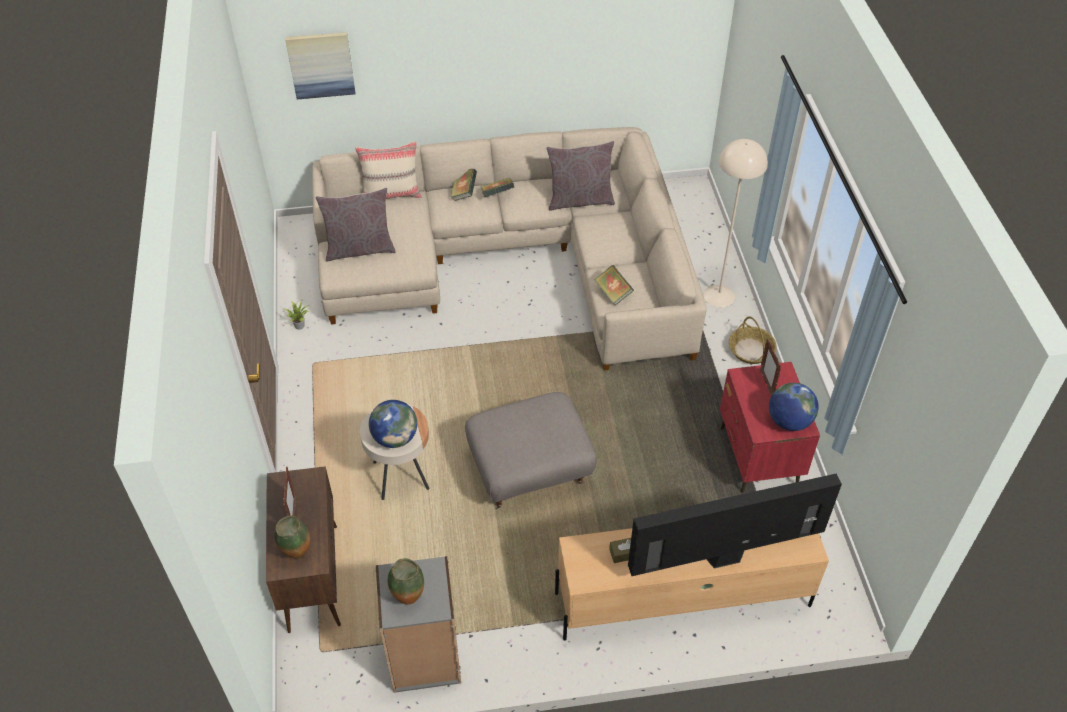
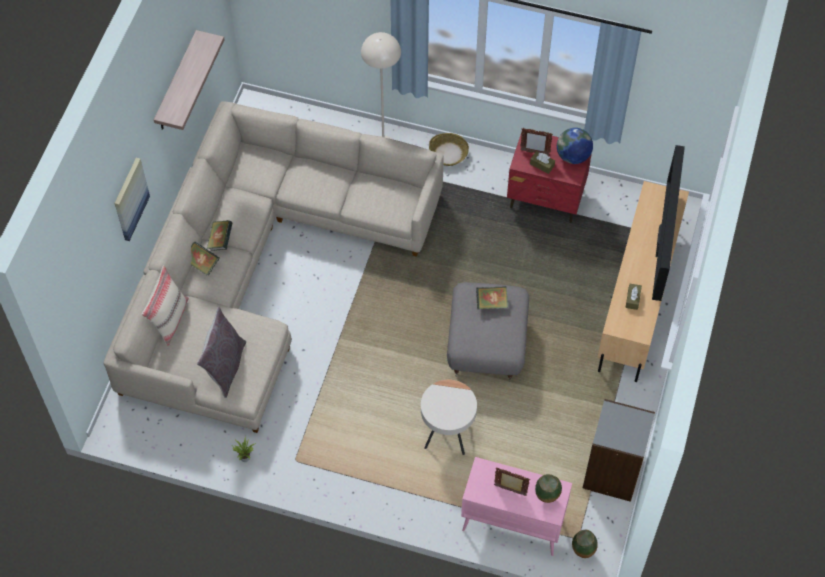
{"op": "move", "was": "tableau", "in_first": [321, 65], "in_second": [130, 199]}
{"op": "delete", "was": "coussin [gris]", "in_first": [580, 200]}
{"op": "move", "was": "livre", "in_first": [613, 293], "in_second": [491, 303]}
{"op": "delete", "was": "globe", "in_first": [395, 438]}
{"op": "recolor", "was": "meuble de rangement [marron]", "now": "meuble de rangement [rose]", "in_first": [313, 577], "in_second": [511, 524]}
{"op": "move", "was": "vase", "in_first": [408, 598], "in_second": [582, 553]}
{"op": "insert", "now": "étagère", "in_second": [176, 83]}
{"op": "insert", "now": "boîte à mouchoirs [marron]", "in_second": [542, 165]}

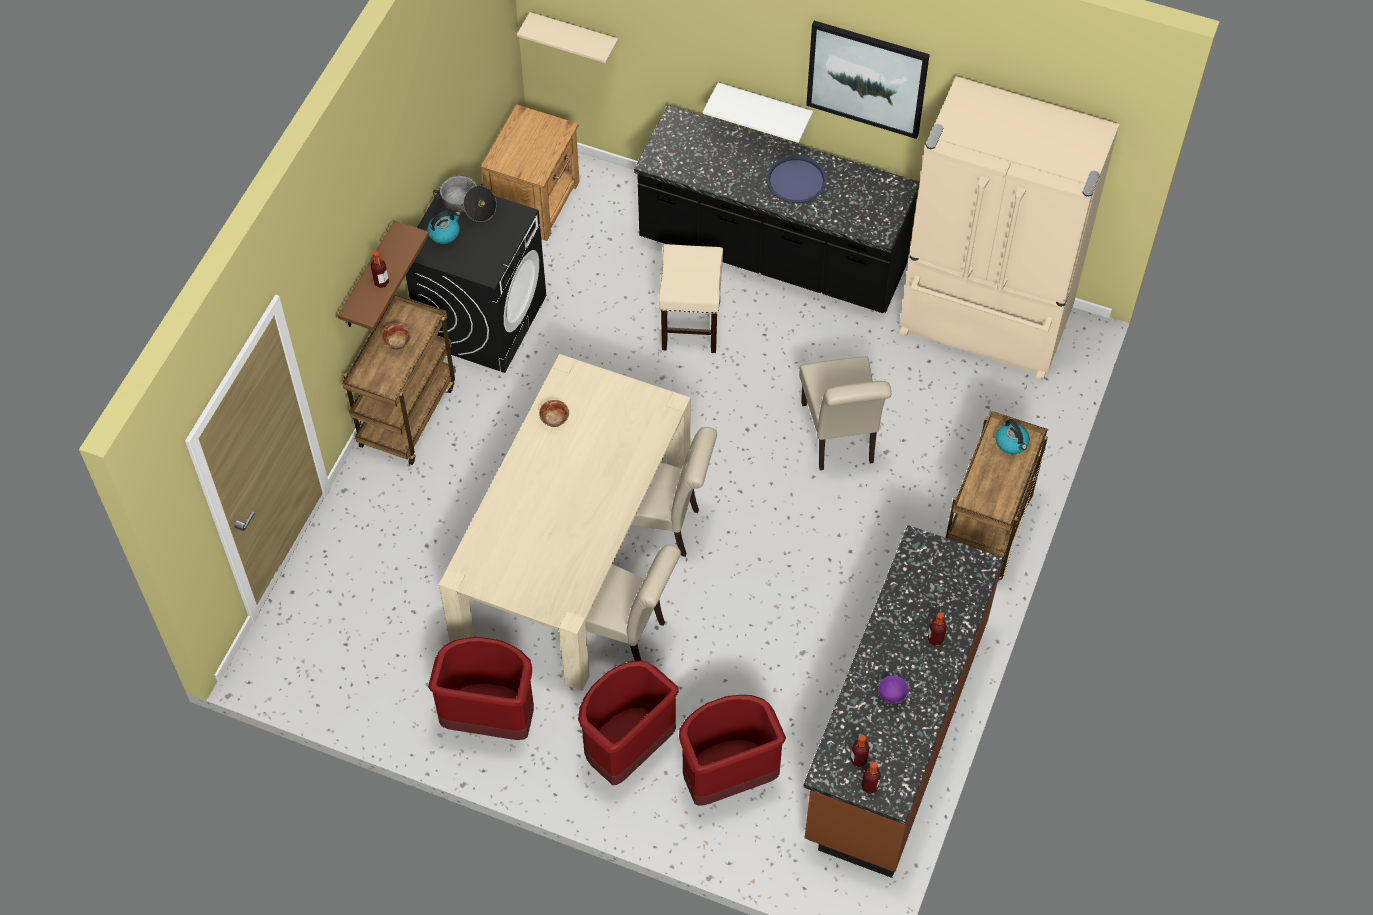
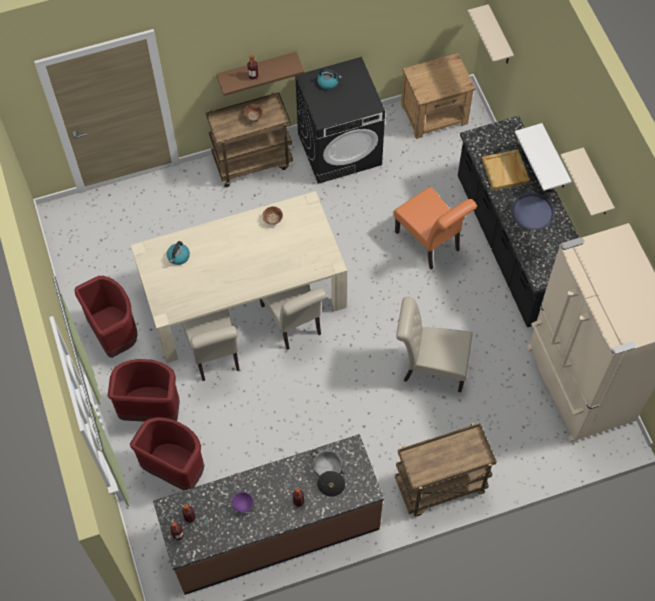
{"op": "replace", "was": "tableau", "now": "étagère [beige]", "in_first": [867, 78], "in_second": [596, 184]}
{"op": "move", "was": "marmite", "in_first": [467, 205], "in_second": [328, 475]}
{"op": "replace", "was": "tabouret [beige]", "now": "chaise [orange]", "in_first": [691, 326], "in_second": [430, 243]}
{"op": "rotate", "was": "chaise [beige]", "in_first": [839, 437], "in_second": [430, 367], "clockwise": 60}
{"op": "move", "was": "bouilloire", "in_first": [1012, 443], "in_second": [178, 257]}
{"op": "insert", "now": "plateau [beige]", "in_second": [505, 171]}

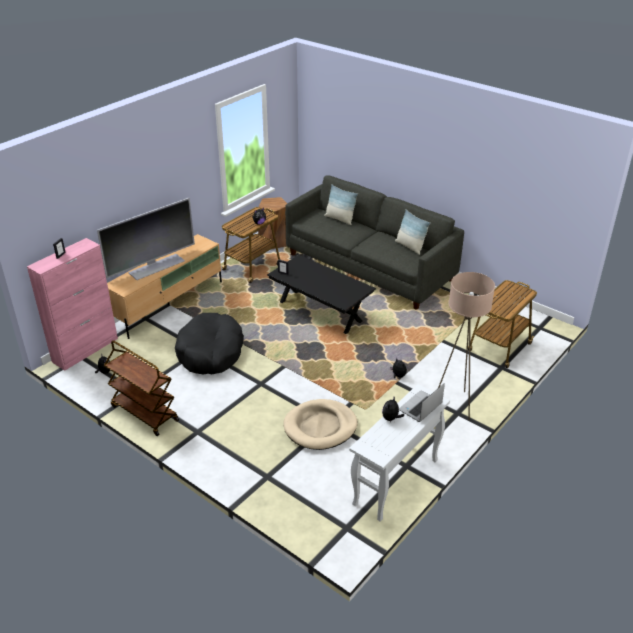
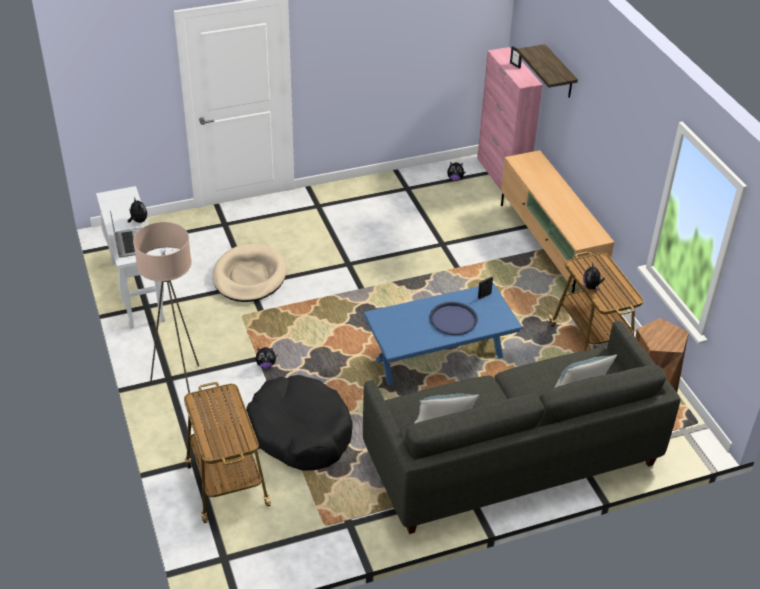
{"op": "delete", "was": "téléviseur", "in_first": [156, 266]}
{"op": "recolor", "was": "table basse [noir]", "now": "table basse [bleu]", "in_first": [320, 312], "in_second": [439, 359]}
{"op": "move", "was": "panier pour chien [noir]", "in_first": [210, 352], "in_second": [300, 432]}
{"op": "delete", "was": "chariot [marron]", "in_first": [144, 413]}
{"op": "insert", "now": "étagère", "in_second": [559, 72]}
{"op": "insert", "now": "plateau [bleu]", "in_second": [453, 319]}

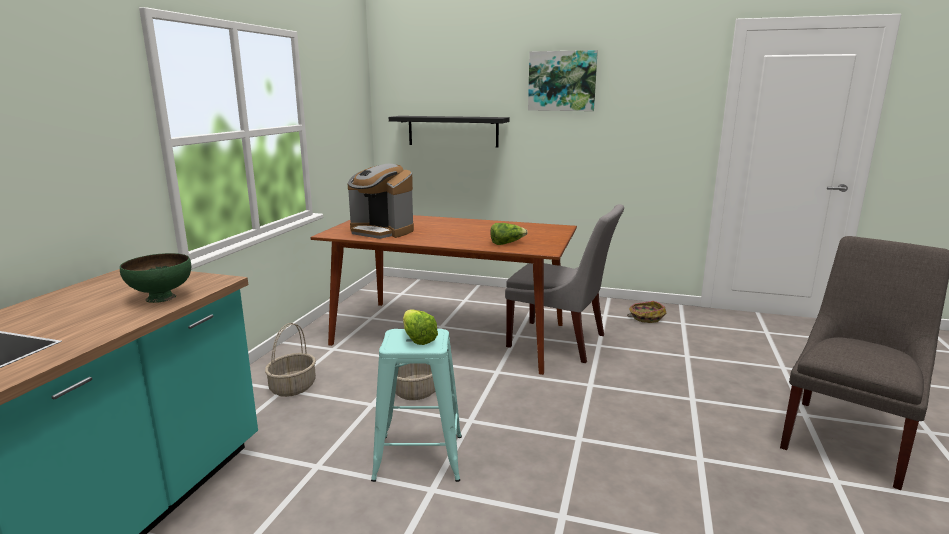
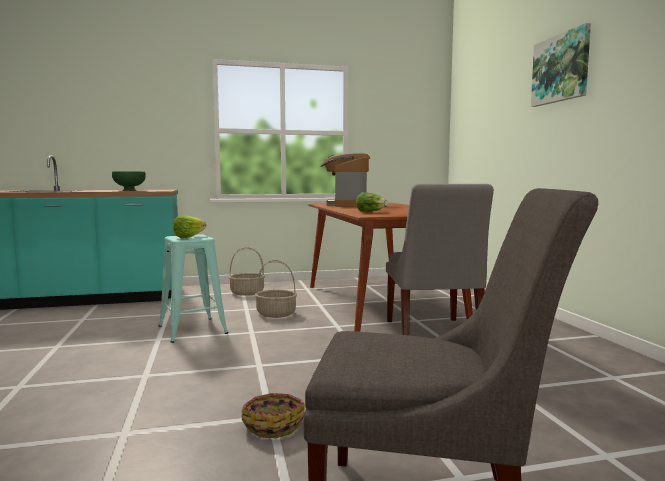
{"op": "delete", "was": "étagère [noir]", "in_first": [453, 131]}
{"op": "move", "was": "panier", "in_first": [645, 317], "in_second": [273, 424]}

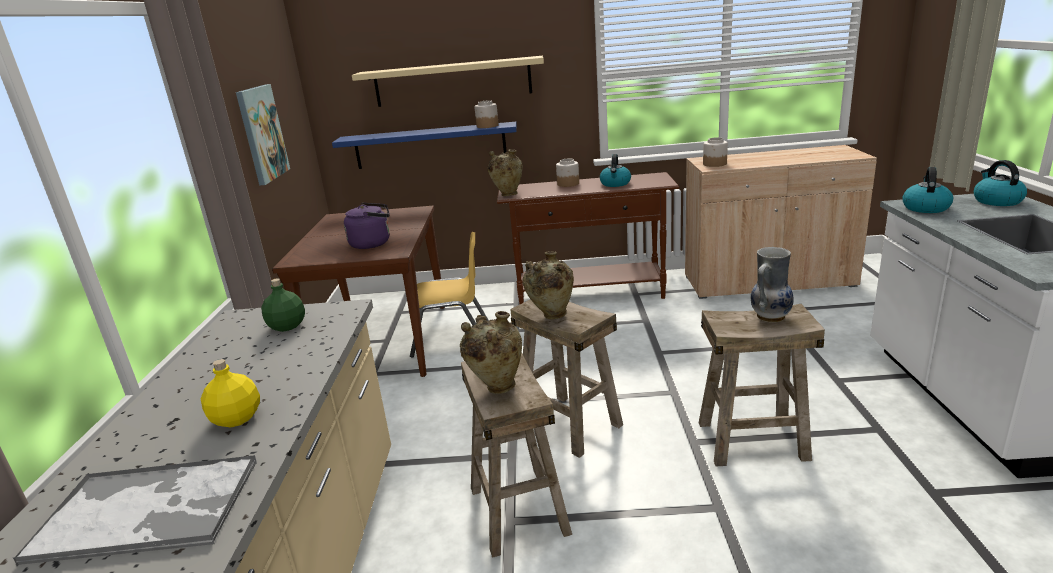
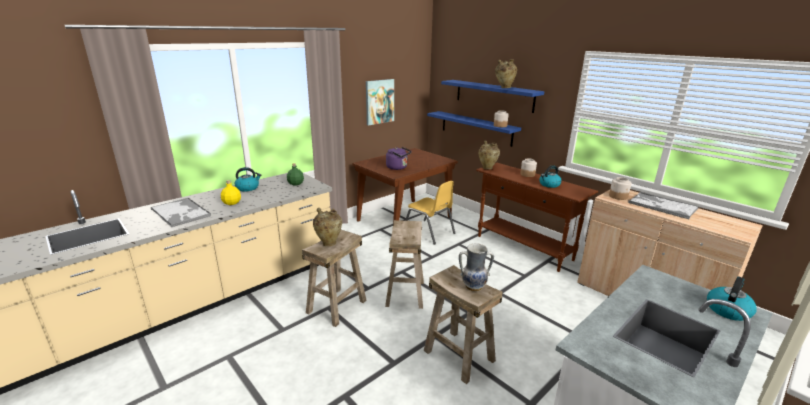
{"op": "recolor", "was": "étagère [beige]", "now": "étagère [bleu]", "in_first": [452, 82], "in_second": [493, 95]}
{"op": "move", "was": "bouilloire", "in_first": [925, 207], "in_second": [248, 188]}
{"op": "move", "was": "vase [beige]", "in_first": [551, 316], "in_second": [504, 88]}
{"op": "insert", "now": "plateau", "in_second": [661, 206]}

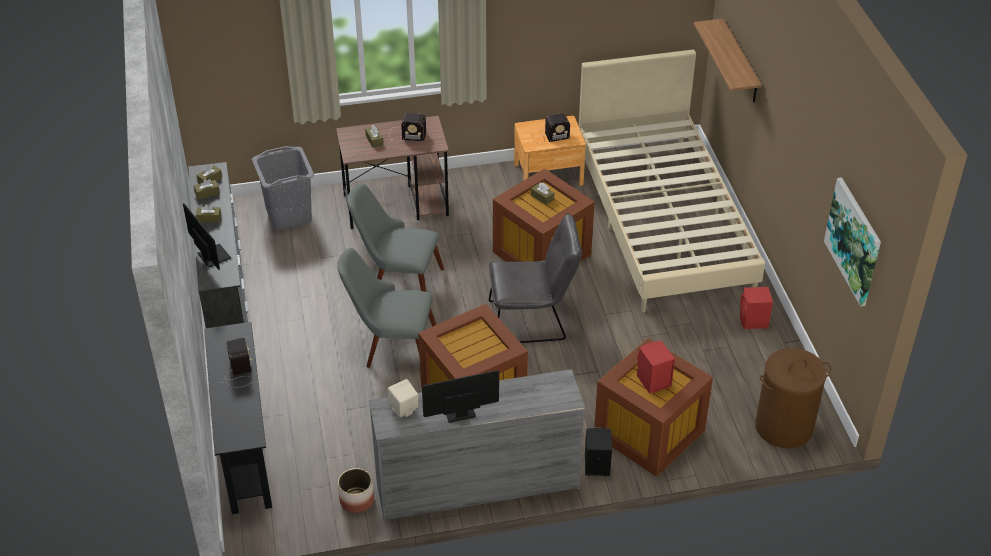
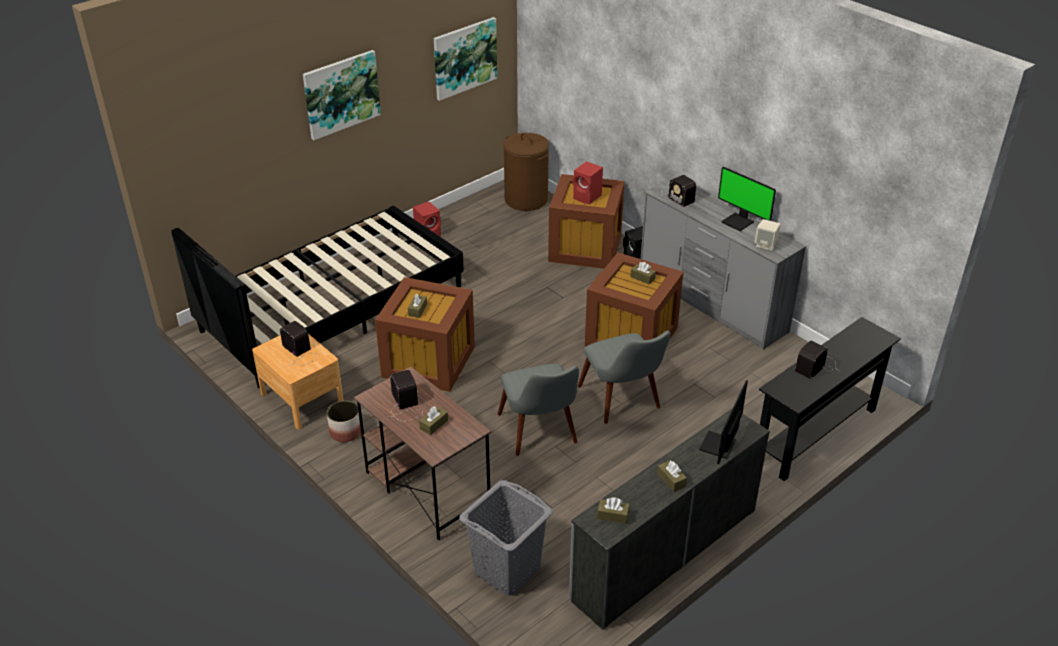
{"op": "delete", "was": "étagère", "in_first": [740, 62]}
{"op": "recolor", "was": "lit [beige]", "now": "lit [noir]", "in_first": [663, 222], "in_second": [333, 308]}
{"op": "move", "was": "boîte à mouchoirs [marron]", "in_first": [207, 193], "in_second": [642, 278]}
{"op": "delete", "was": "chaise [gris]", "in_first": [533, 320]}
{"op": "move", "was": "cache-pot", "in_first": [357, 500], "in_second": [345, 432]}
{"op": "insert", "now": "tableau", "in_second": [341, 94]}
{"op": "insert", "now": "radio", "in_second": [677, 196]}

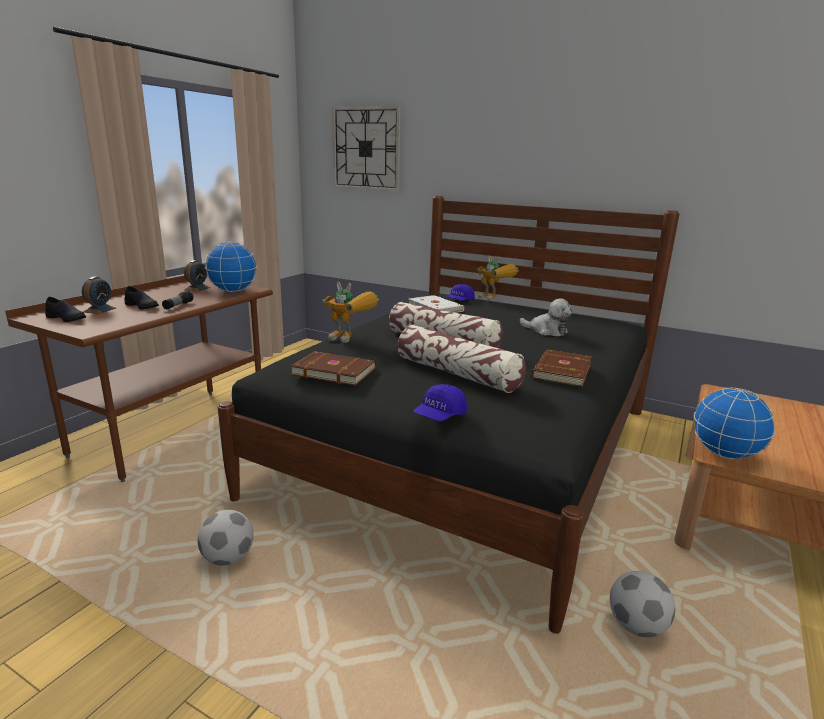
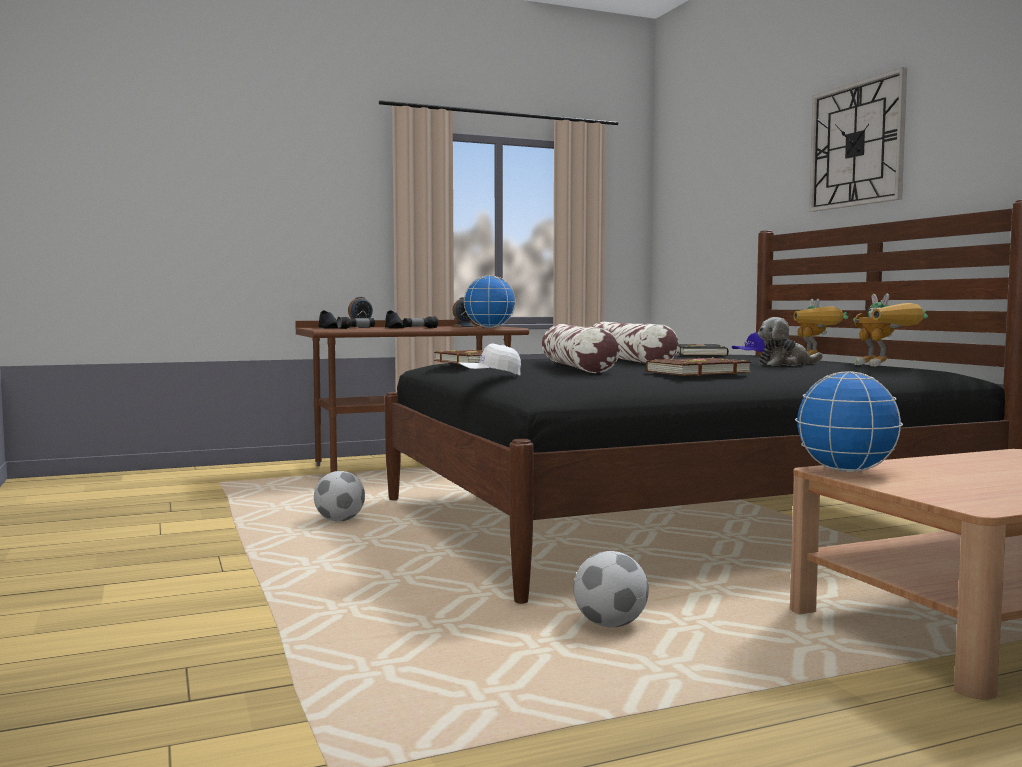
{"op": "move", "was": "horloge murale", "in_first": [366, 148], "in_second": [856, 144]}
{"op": "move", "was": "robot jouet", "in_first": [351, 339], "in_second": [885, 365]}
{"op": "recolor", "was": "livre [blanc]", "now": "livre [noir]", "in_first": [436, 308], "in_second": [702, 354]}
{"op": "rotate", "was": "peluche", "in_first": [546, 331], "in_second": [786, 364], "clockwise": 90}
{"op": "recolor", "was": "casquette [bleu]", "now": "casquette [blanc]", "in_first": [439, 416], "in_second": [490, 375]}
{"op": "insert", "now": "lampe de poche", "in_second": [356, 328]}

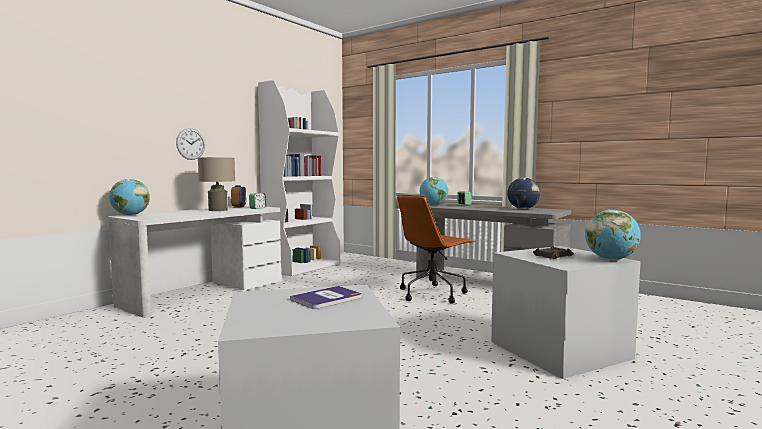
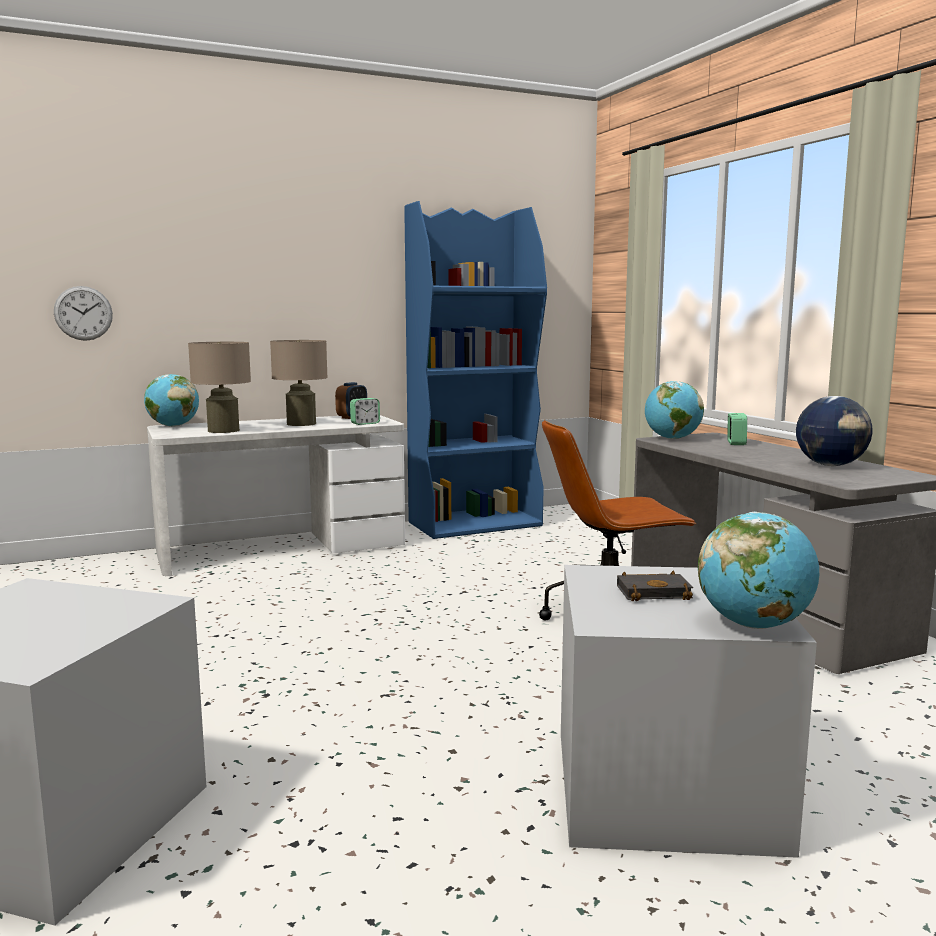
{"op": "recolor", "was": "bibliothèque [blanc]", "now": "bibliothèque [bleu]", "in_first": [303, 267], "in_second": [475, 524]}
{"op": "move", "was": "horloge murale", "in_first": [190, 144], "in_second": [83, 313]}
{"op": "delete", "was": "livre", "in_first": [327, 298]}
{"op": "insert", "now": "lampe de table [beige]", "in_second": [223, 430]}

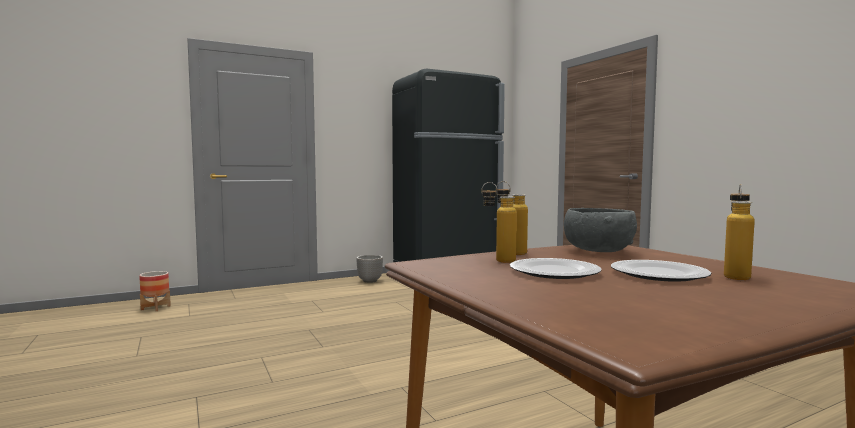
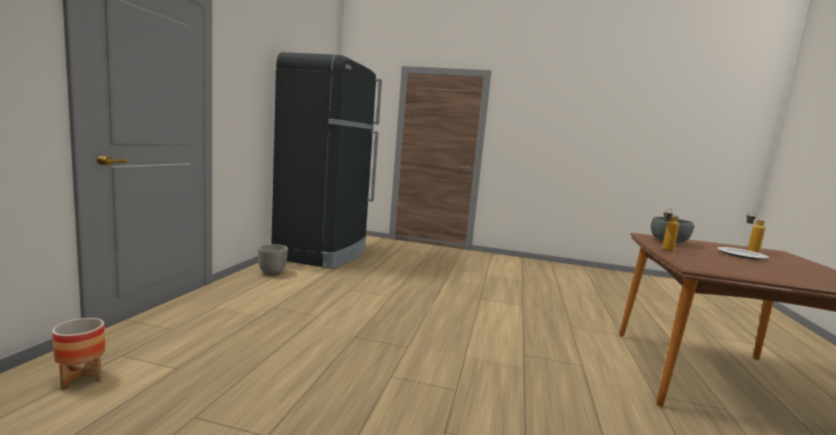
{"op": "delete", "was": "bouteille", "in_first": [497, 260]}
{"op": "delete", "was": "assiette", "in_first": [554, 272]}

